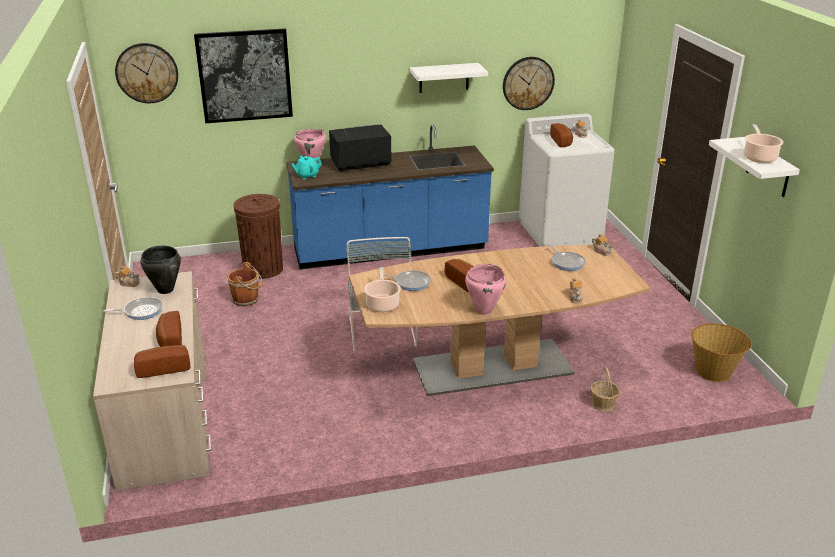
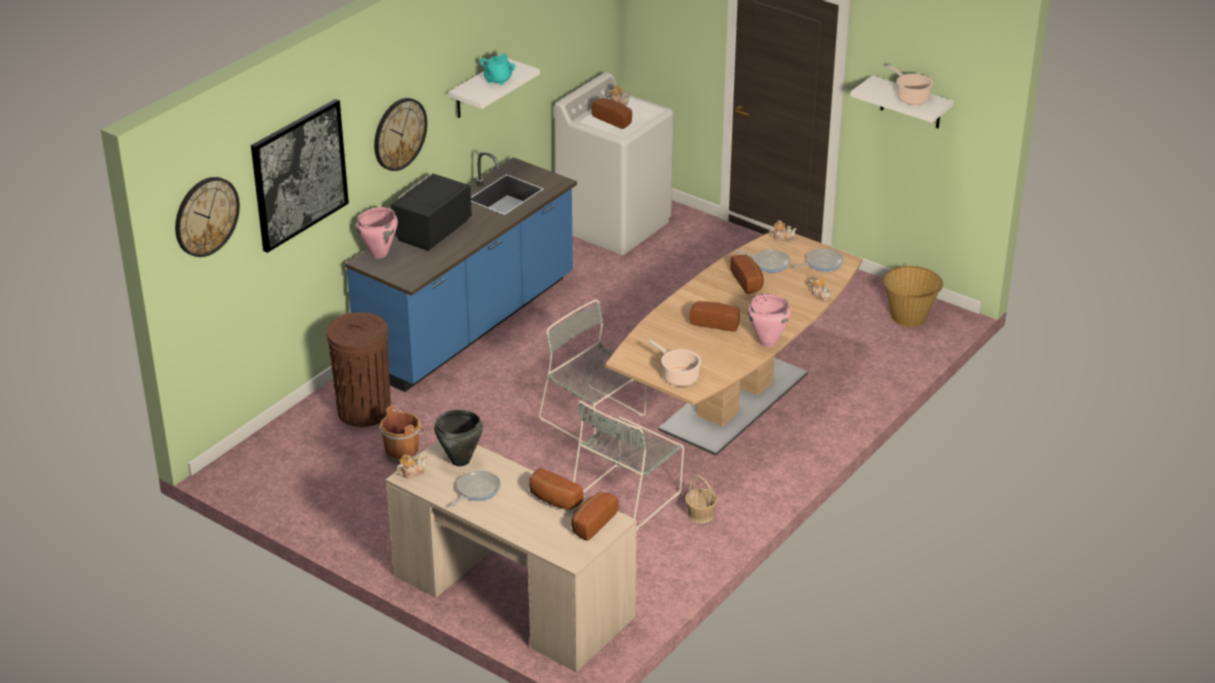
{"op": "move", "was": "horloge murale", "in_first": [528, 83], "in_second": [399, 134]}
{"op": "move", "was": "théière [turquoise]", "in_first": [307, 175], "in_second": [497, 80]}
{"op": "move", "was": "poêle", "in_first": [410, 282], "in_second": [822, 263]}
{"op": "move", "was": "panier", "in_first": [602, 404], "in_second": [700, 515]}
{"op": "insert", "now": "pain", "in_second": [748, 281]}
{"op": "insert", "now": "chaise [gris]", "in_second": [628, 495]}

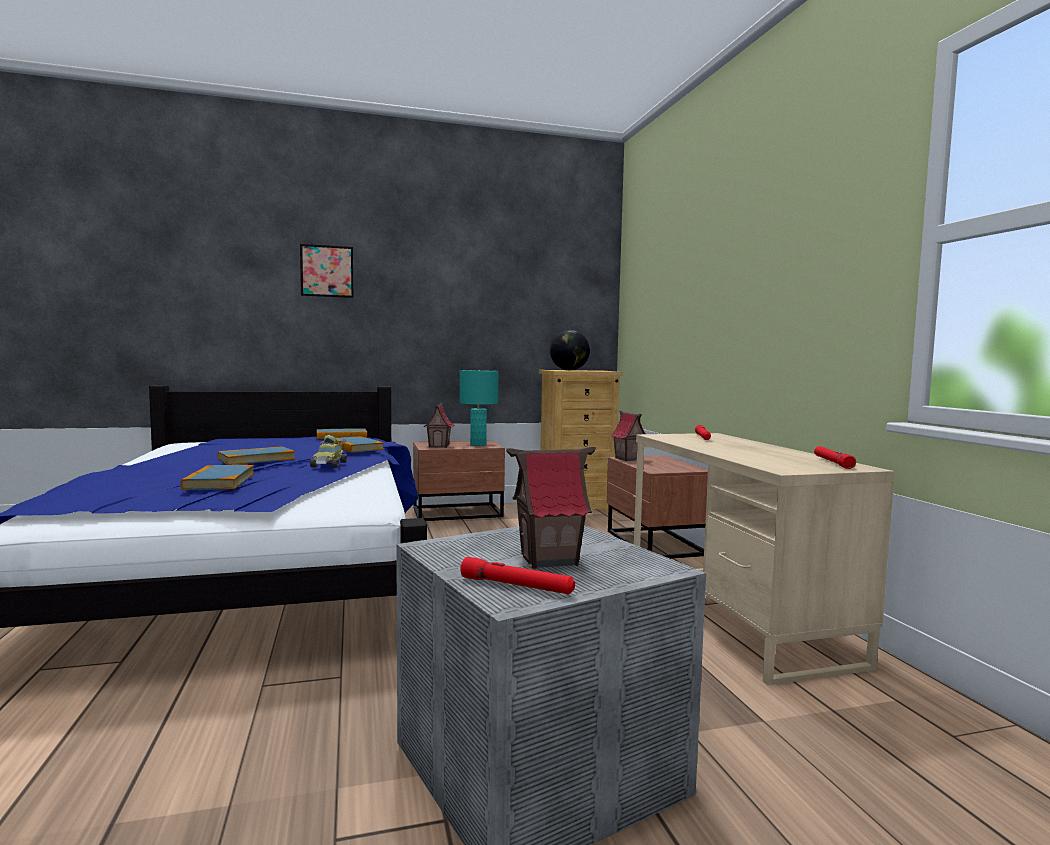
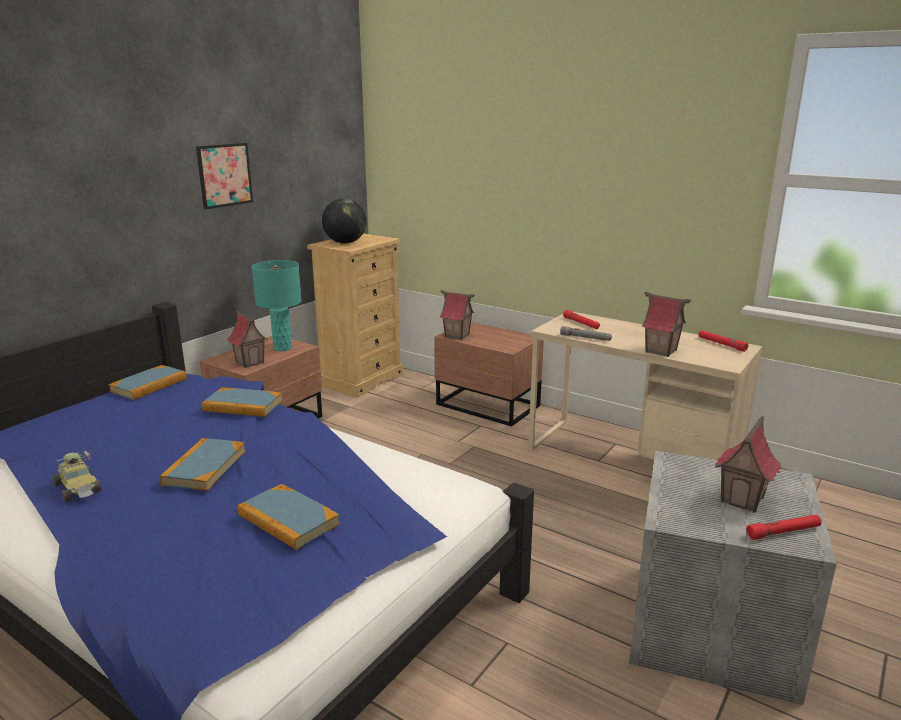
{"op": "move", "was": "tableau", "in_first": [327, 271], "in_second": [224, 175]}
{"op": "move", "was": "petite voiture", "in_first": [329, 465], "in_second": [79, 488]}
{"op": "insert", "now": "maison miniature", "in_second": [661, 351]}
{"op": "insert", "now": "lampe de poche [gris]", "in_second": [585, 338]}

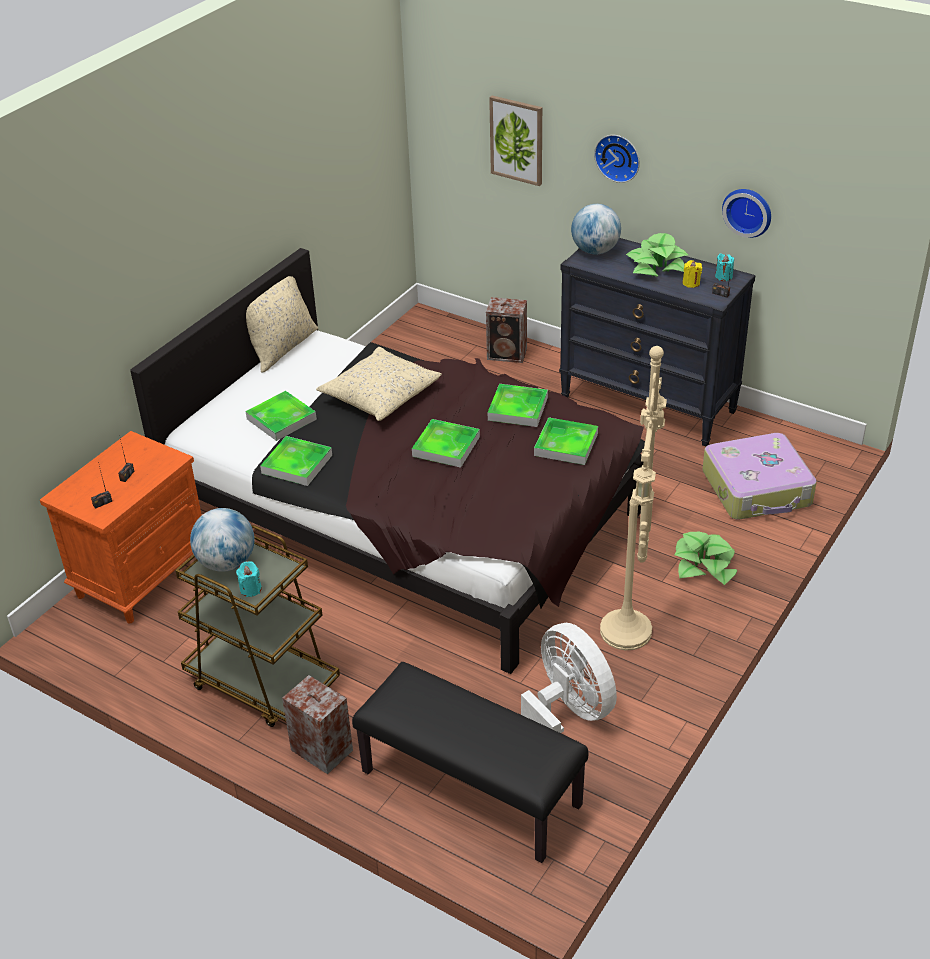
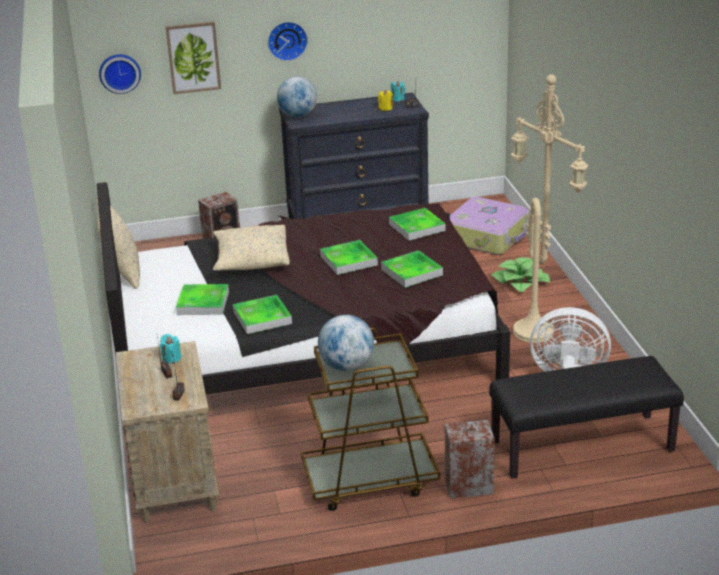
{"op": "move", "was": "horloge murale", "in_first": [748, 211], "in_second": [119, 72]}
{"op": "delete", "was": "plante en pot", "in_first": [656, 266]}
{"op": "move", "was": "plateau", "in_first": [518, 409], "in_second": [412, 272]}
{"op": "recolor", "was": "table de chevet [orange]", "now": "table de chevet [beige]", "in_first": [143, 575], "in_second": [174, 481]}
{"op": "move", "was": "bougie [turquoise]", "in_first": [250, 589], "in_second": [171, 358]}

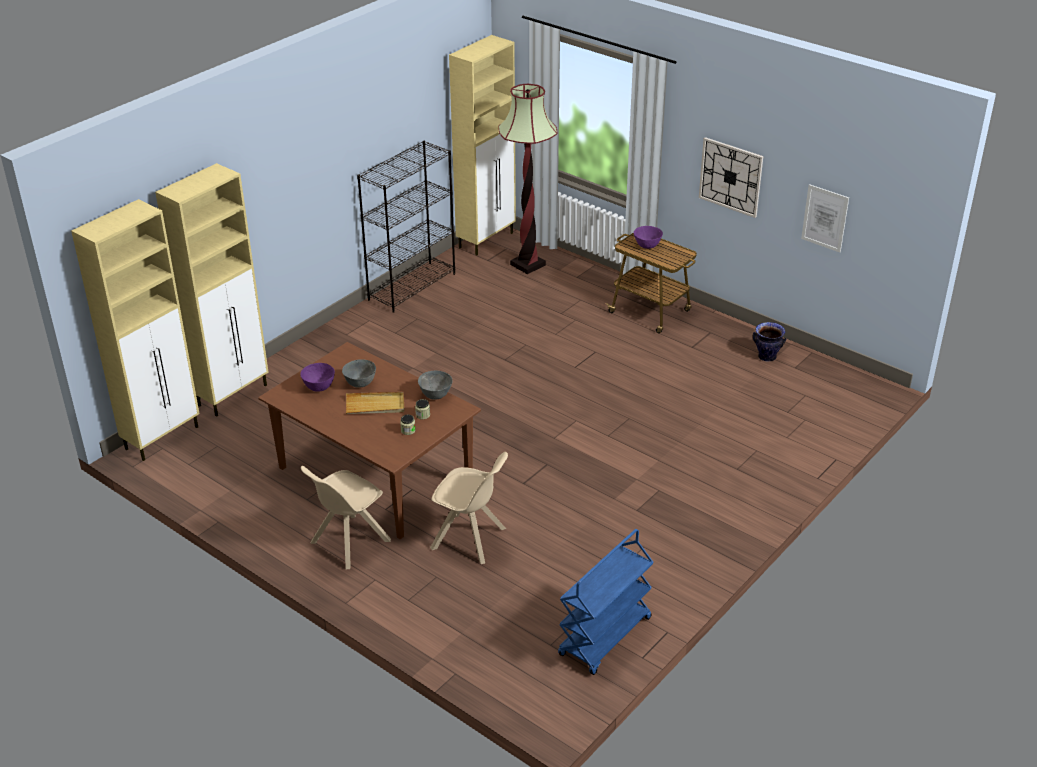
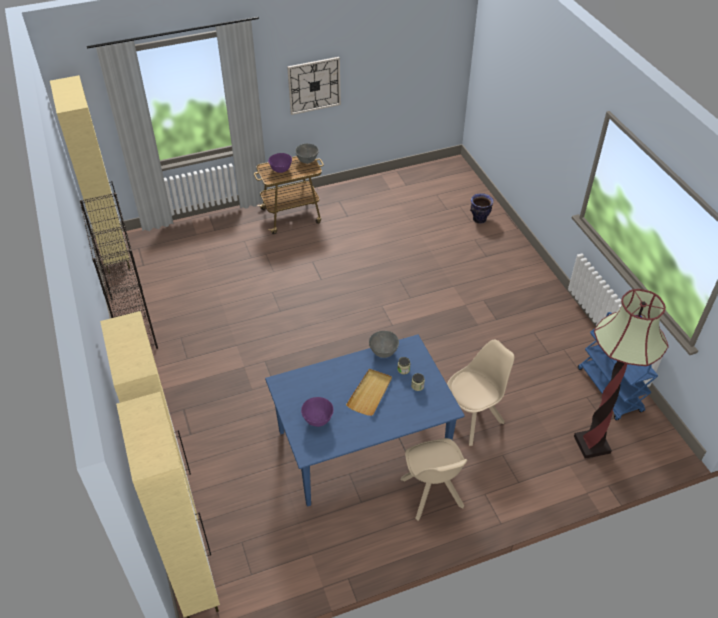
{"op": "move", "was": "lampadaire", "in_first": [527, 265], "in_second": [591, 444]}
{"op": "delete", "was": "tableau", "in_first": [825, 218]}
{"op": "move", "was": "vase", "in_first": [767, 357], "in_second": [479, 219]}
{"op": "recolor", "was": "table à manger [marron]", "now": "table à manger [bleu]", "in_first": [374, 475], "in_second": [362, 446]}
{"op": "move", "was": "bol [gris]", "in_first": [360, 384], "in_second": [307, 161]}

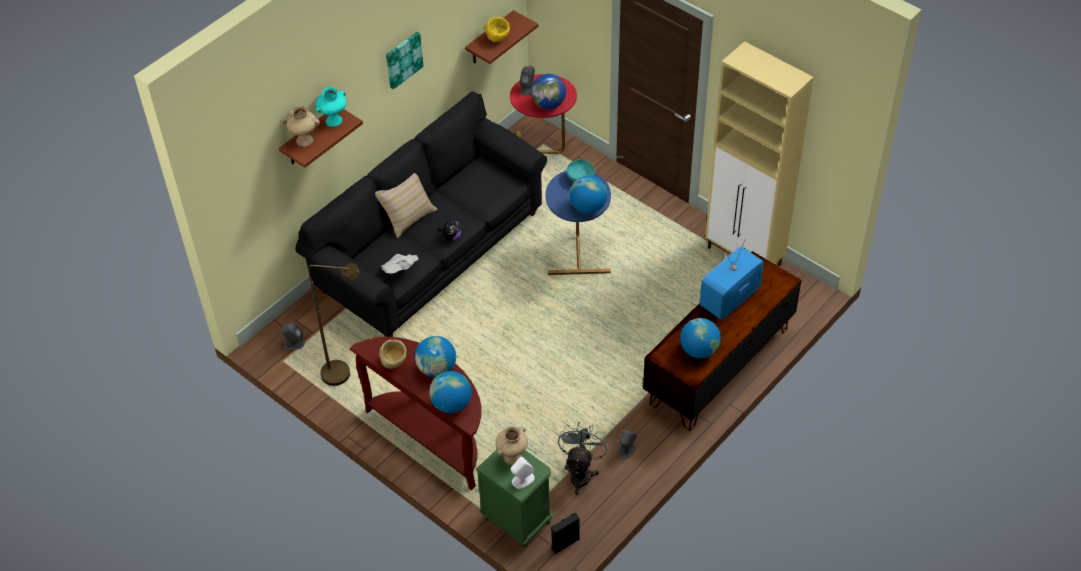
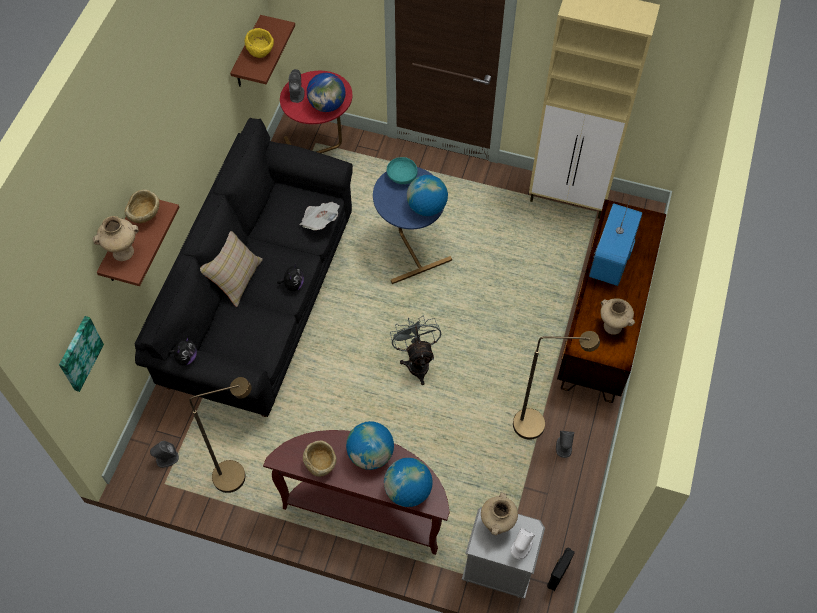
{"op": "move", "was": "tableau", "in_first": [403, 59], "in_second": [79, 353]}
{"op": "replace", "was": "vase [turquoise]", "now": "bol [beige]", "in_first": [334, 121], "in_second": [145, 216]}
{"op": "move", "was": "journal", "in_first": [400, 269], "in_second": [320, 221]}
{"op": "replace", "was": "globe", "now": "vase [beige]", "in_first": [698, 350], "in_second": [612, 326]}
{"op": "move", "was": "ventilateur [gris]", "in_first": [581, 473], "in_second": [417, 362]}
{"op": "recolor", "was": "table de chevet [vert]", "now": "table de chevet [gris]", "in_first": [517, 520], "in_second": [498, 569]}
{"op": "insert", "now": "lampadaire [marron]", "in_second": [538, 424]}
{"op": "insert", "now": "peluche", "in_second": [186, 358]}

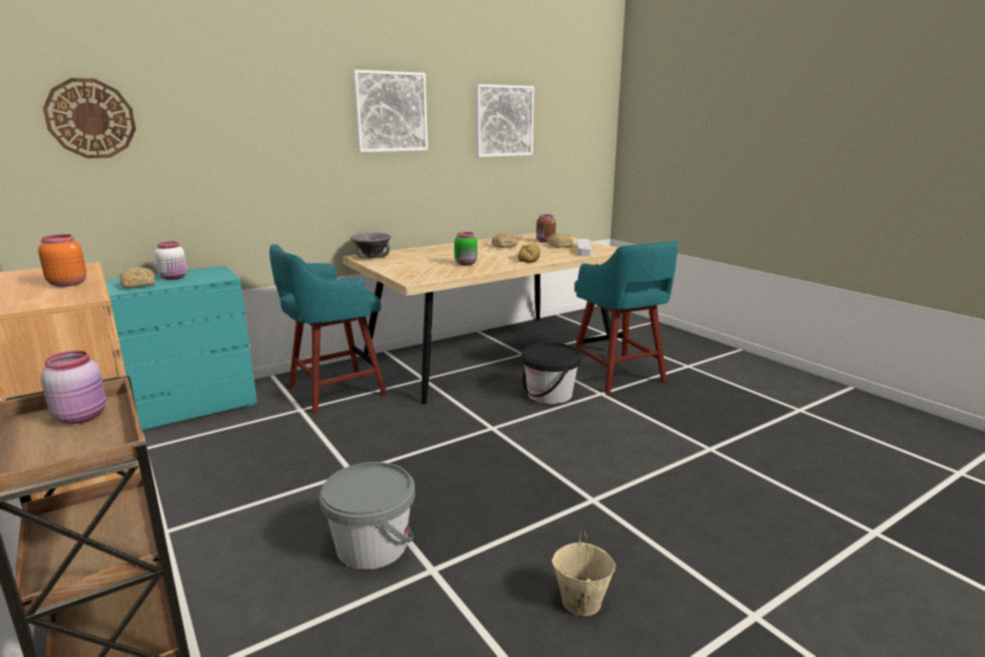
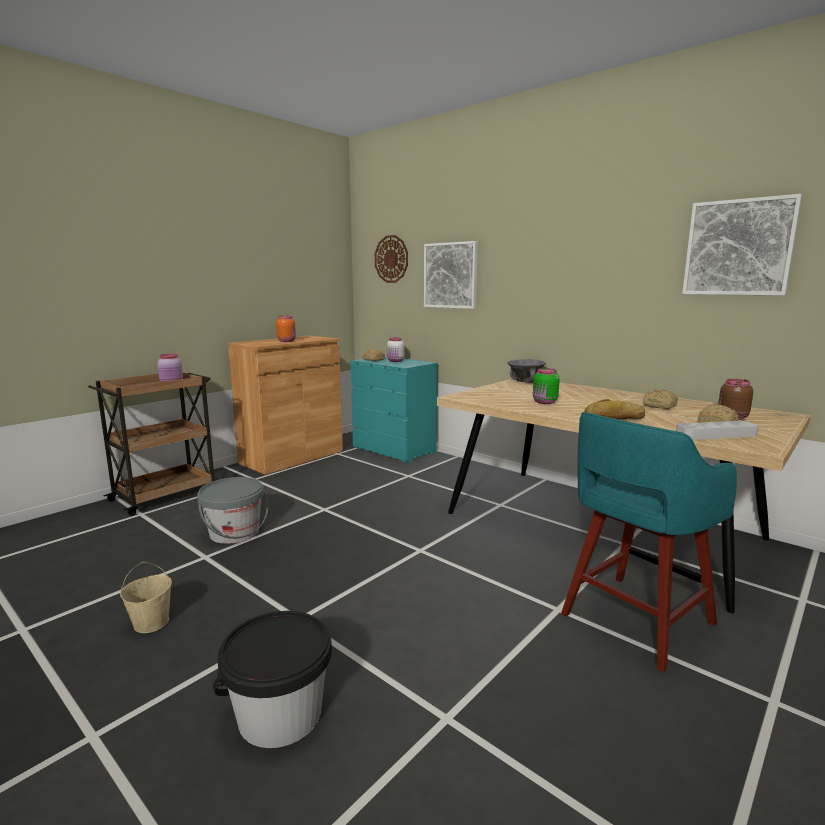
{"op": "move", "was": "tableau", "in_first": [390, 112], "in_second": [450, 275]}
{"op": "delete", "was": "tabouret [turquoise]", "in_first": [333, 391]}
{"op": "move", "was": "seau [noir]", "in_first": [549, 394], "in_second": [280, 714]}

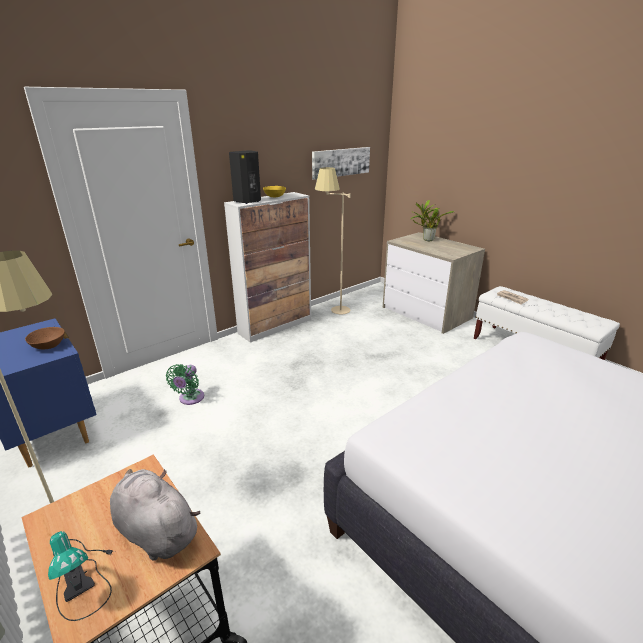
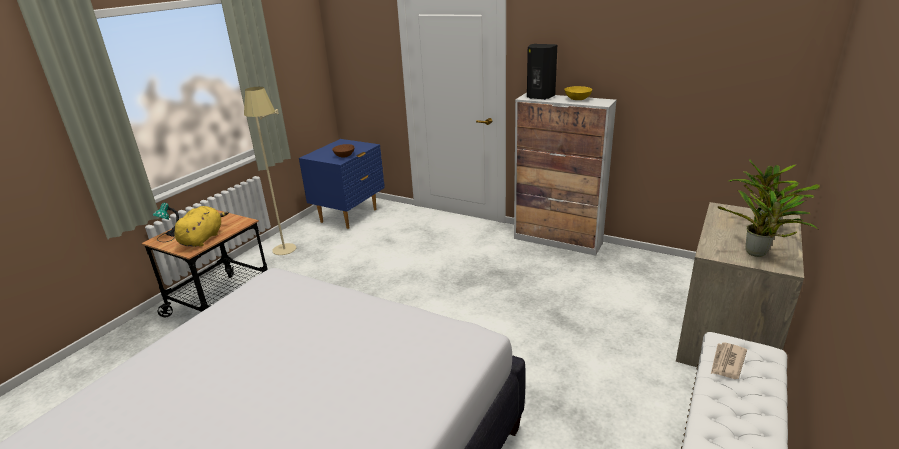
{"op": "delete", "was": "tableau", "in_first": [340, 162]}
{"op": "delete", "was": "lampadaire [beige]", "in_first": [333, 312]}
{"op": "delete", "was": "ventilateur [vert]", "in_first": [190, 399]}
{"op": "recolor", "was": "peluche [gris]", "now": "peluche [jaune]", "in_first": [155, 530], "in_second": [203, 238]}
{"op": "insert", "now": "plante en pot", "in_second": [758, 254]}

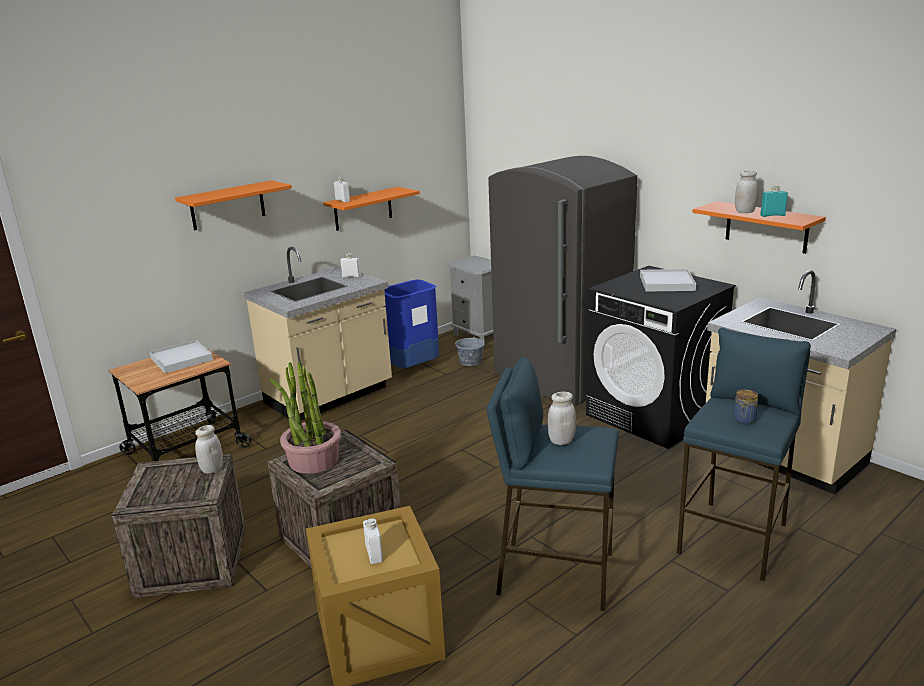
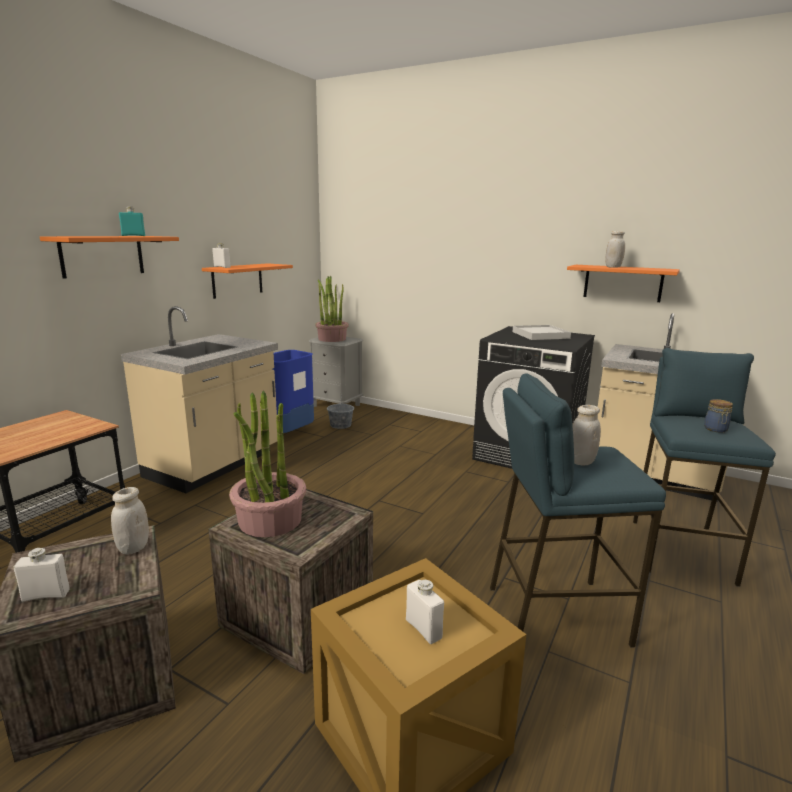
{"op": "delete", "was": "réfrigérateur [gris]", "in_first": [559, 378]}
{"op": "move", "was": "bouteille [turquoise]", "in_first": [772, 215], "in_second": [133, 236]}
{"op": "move", "was": "bouteille [blanc]", "in_first": [351, 276], "in_second": [46, 595]}
{"op": "delete", "was": "plateau [blanc]", "in_first": [182, 359]}
{"op": "insert", "now": "plante en pot", "in_second": [332, 339]}

